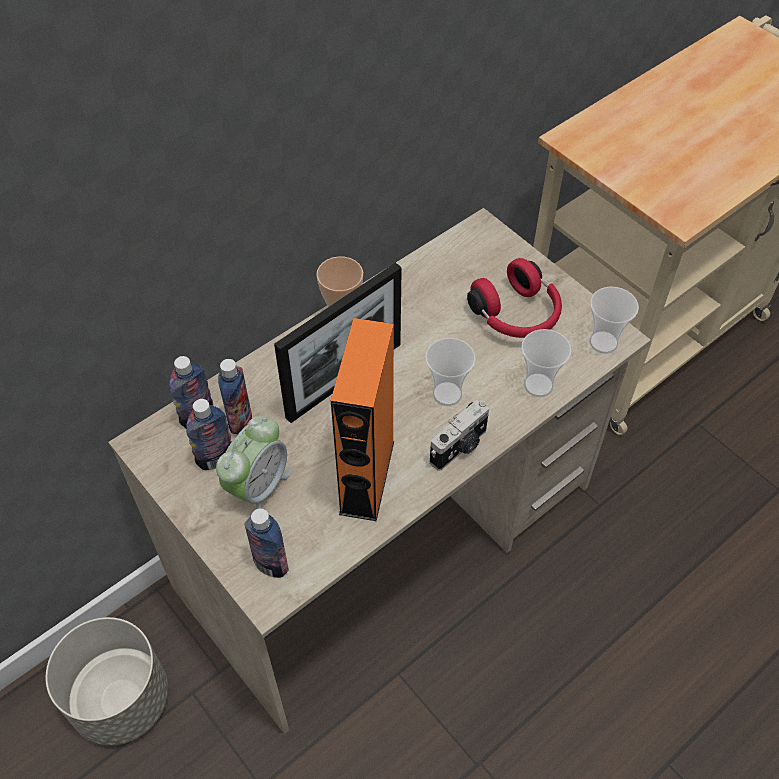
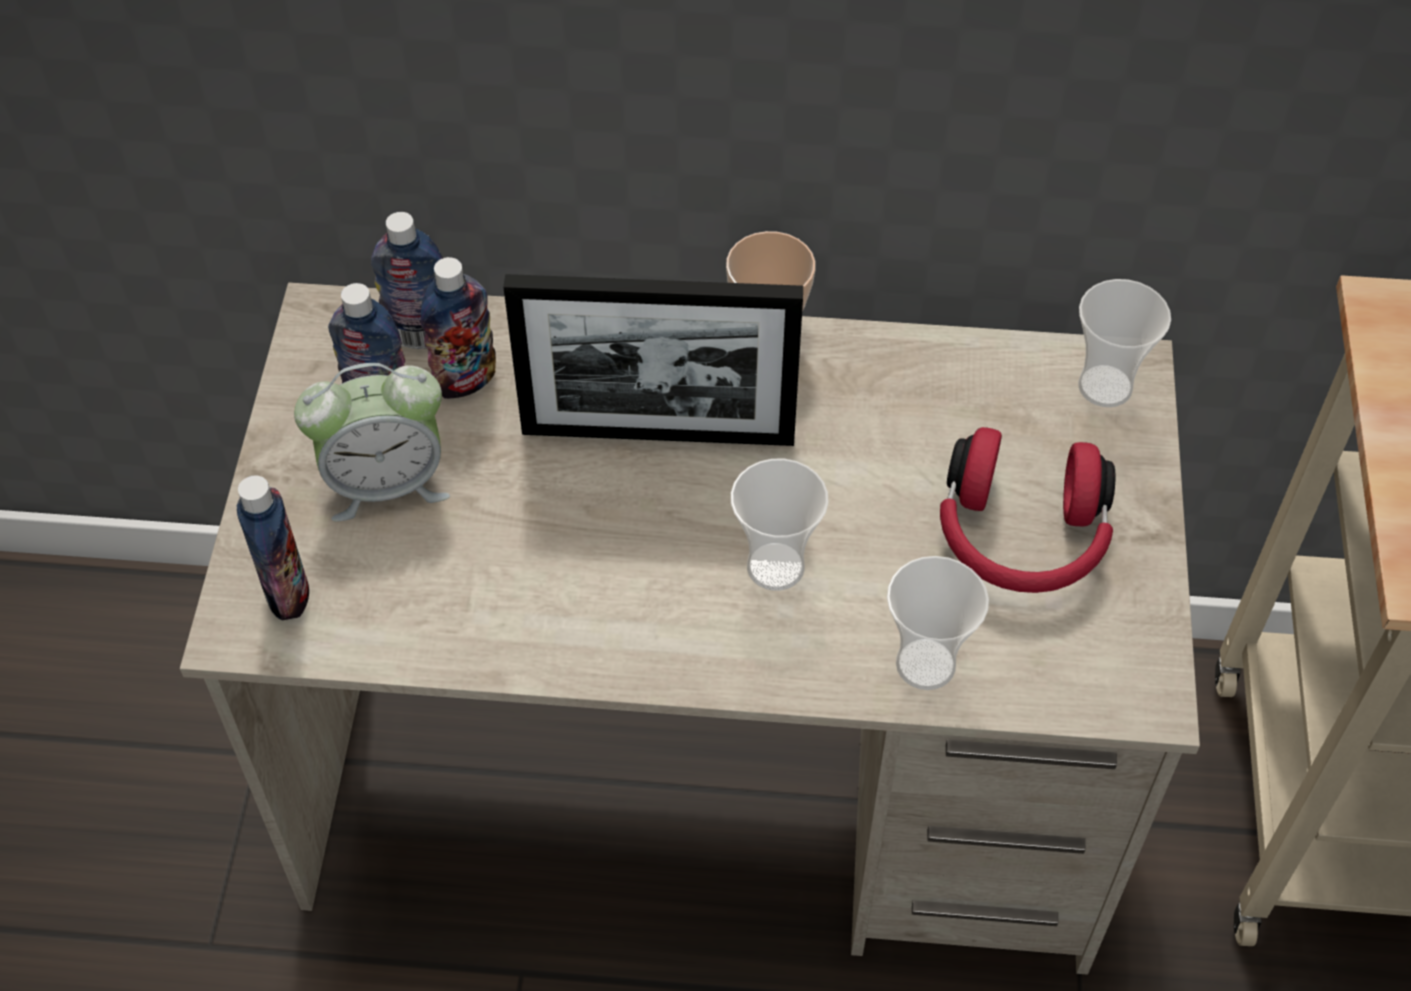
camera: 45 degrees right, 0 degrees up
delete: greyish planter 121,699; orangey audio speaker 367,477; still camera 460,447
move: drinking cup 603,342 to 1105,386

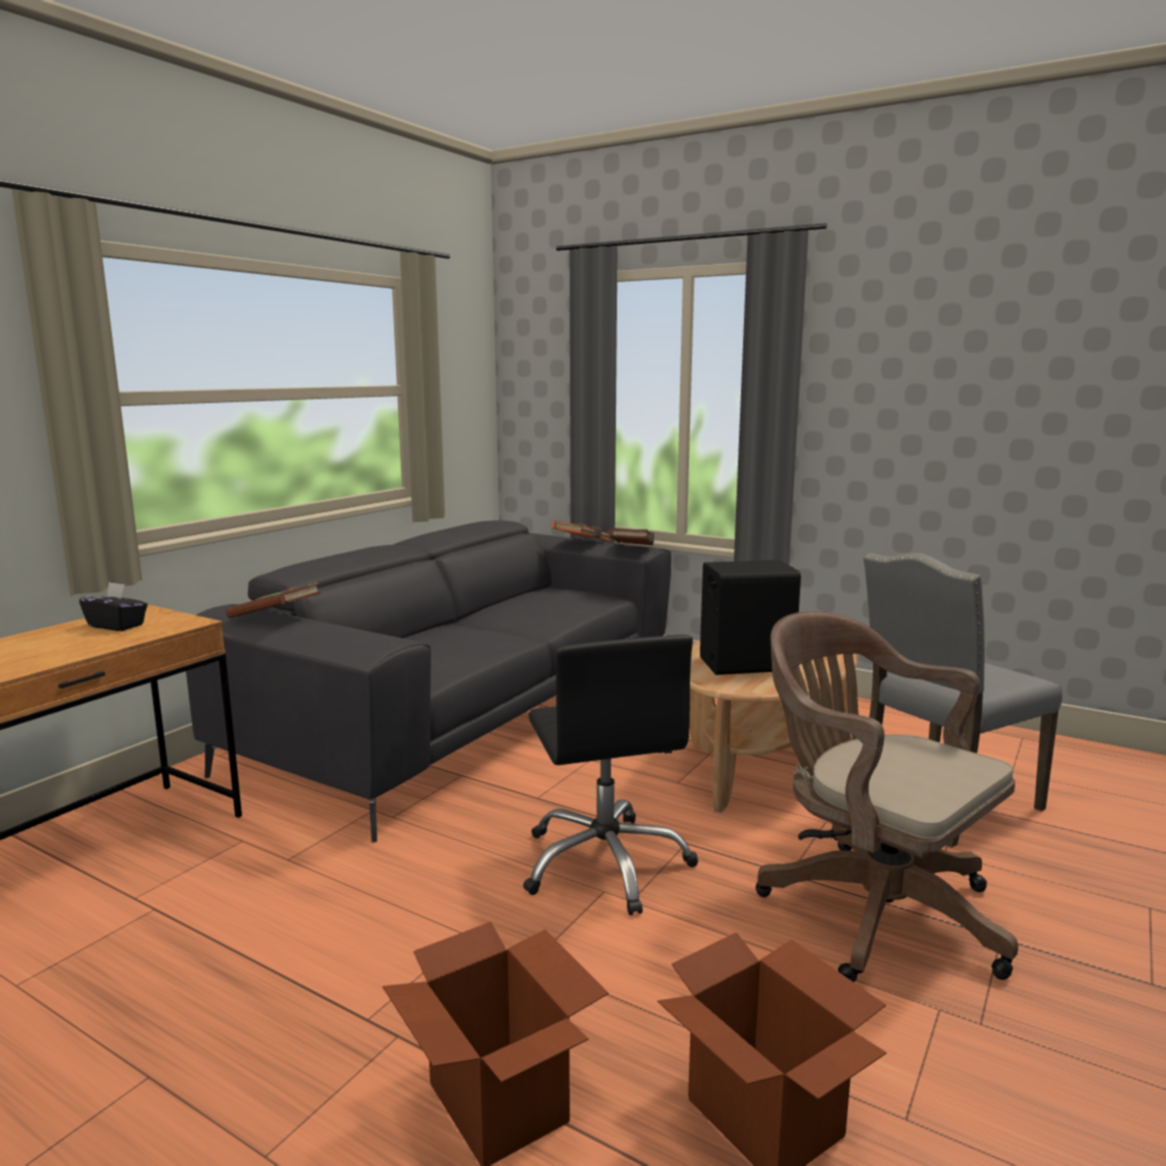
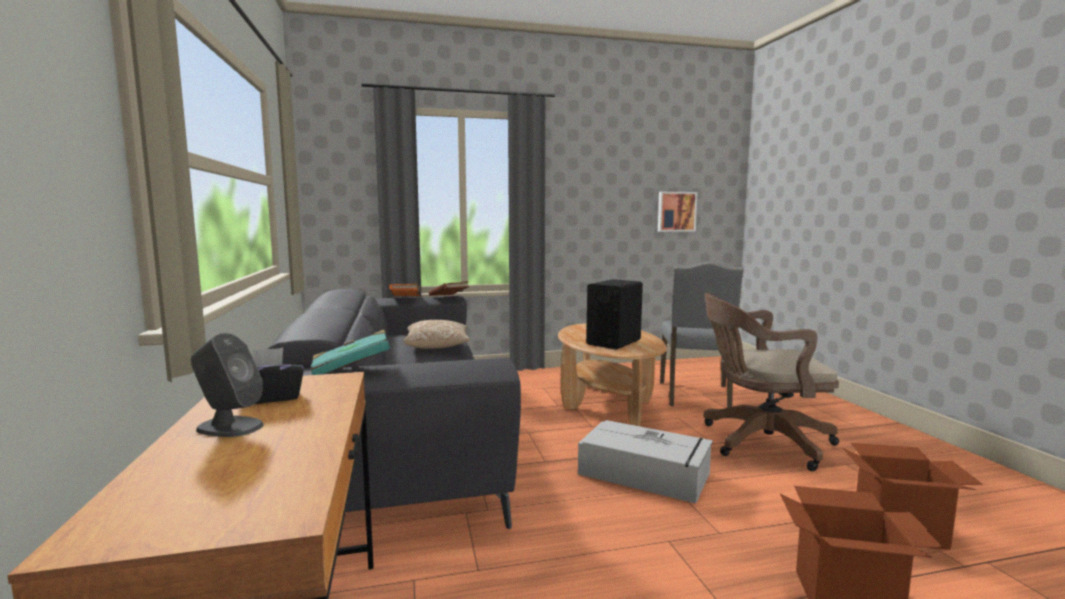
camera: 45 degrees left, 5 degrees down
insert: greyish audio speaker 229,427; cushion 437,346; wall art 676,211
replace: black-coloured desk chair 606,863 to greyish storage container 646,474
recolor: brown bound book 276,617 to turquoise-coloured bound book 351,369

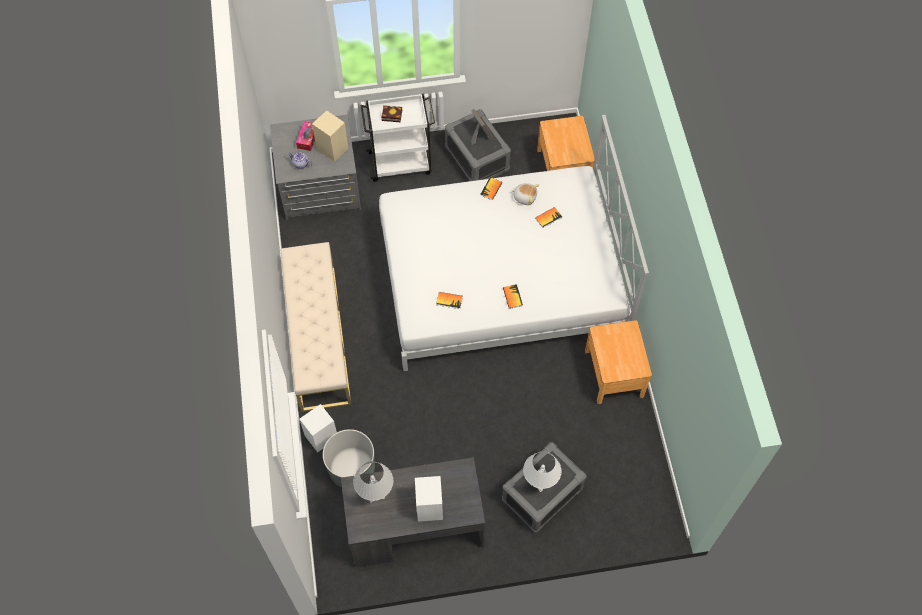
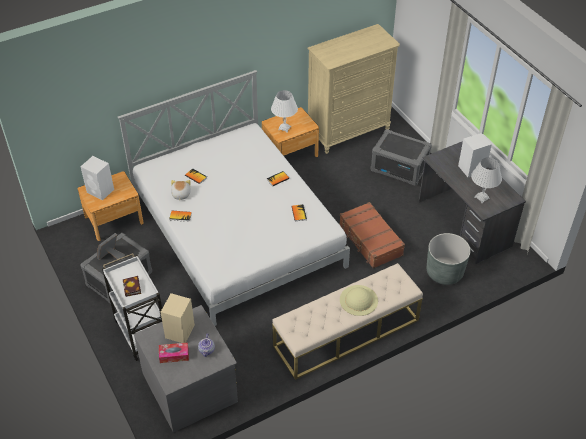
camera: 110 degrees left, 15 degrees down
insert: beige-coloured dresser 348,131; brown travel case 370,240; beige-coloured clothing hat 358,300
move: white audio speaker 320,437 to 101,191; white lamp for a table 540,482 to 284,128

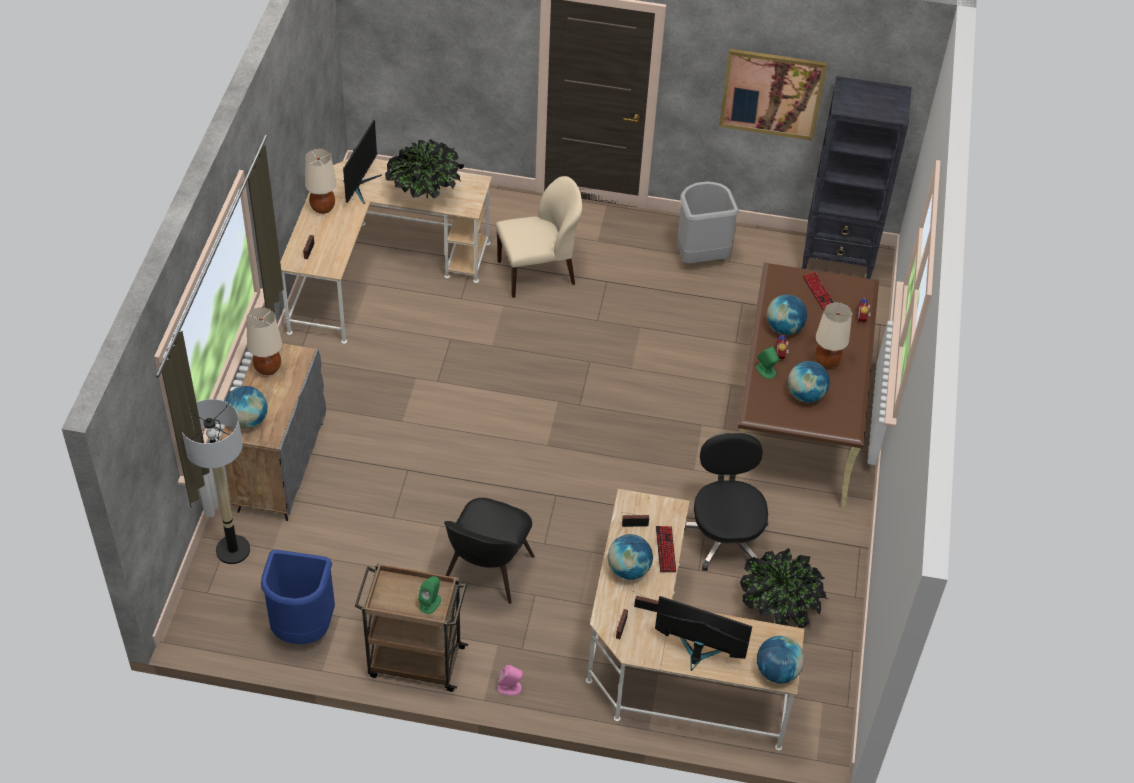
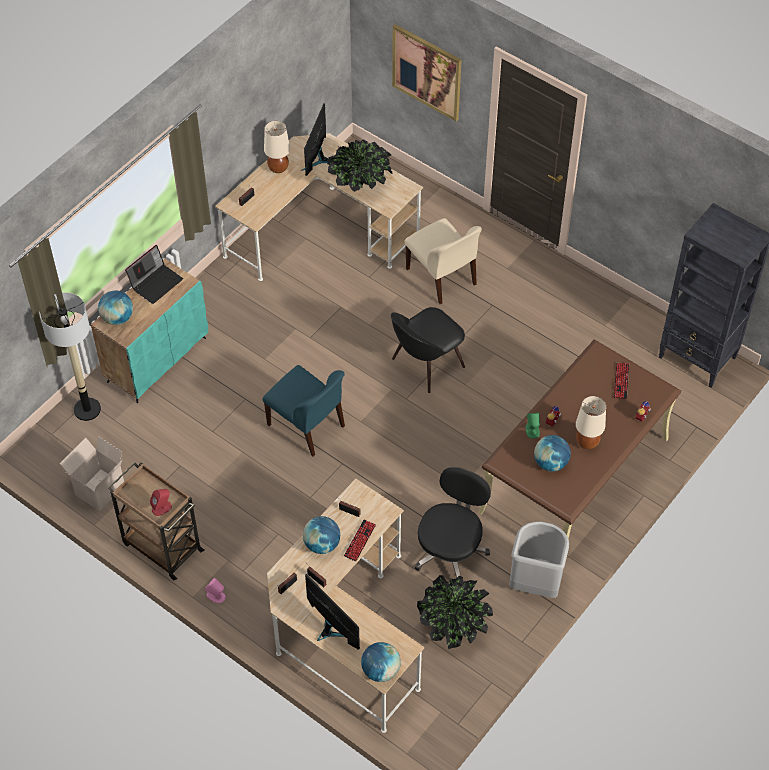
camera: 30 degrees right, 5 degrees up
delete: globe 784,328
insert: blue upright chair 307,426
move: black-coloured upright chair 487,571 to 425,364; wall art 772,93 to 427,72; greyish rubbish bin 700,257 to 535,583
replace: blue rubbish bin 302,629 to cardboard box 99,489; beige-coloured lamp for a table 267,368 to notebook computer 156,282
recolor: greyish cabinet 280,466 to turquoise-coloured cabinet 157,359; green-coloured audio speaker 430,603 to reddish audio speaker 162,508
rotate: computer screen 360,185 = 317,159 150 degrees clockwise; beige-coloured upright chair 538,272 = 442,277 45 degrees clockwise

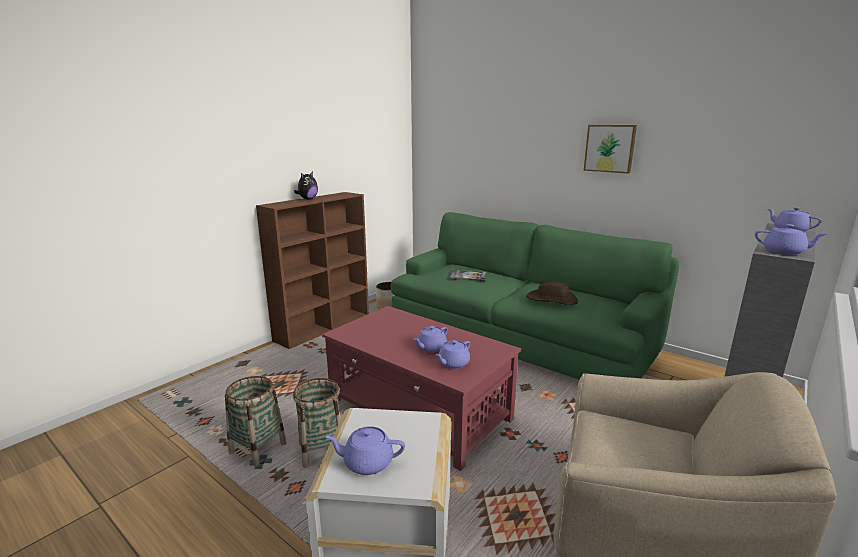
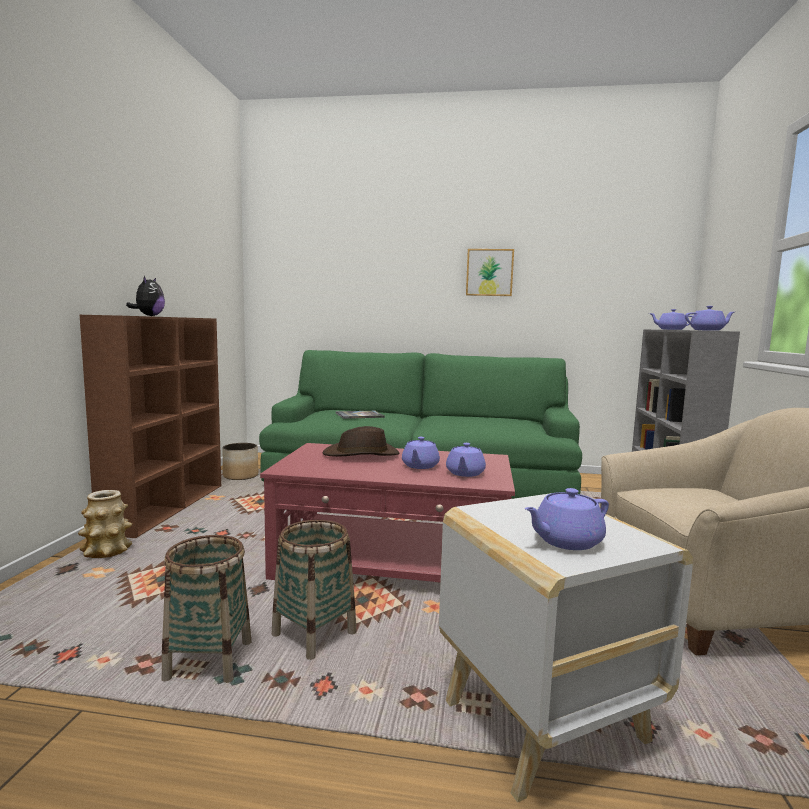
camera: 30 degrees left, 10 degrees down
insert: vase 107,553
move: brown clothing hat 552,300 to 362,454

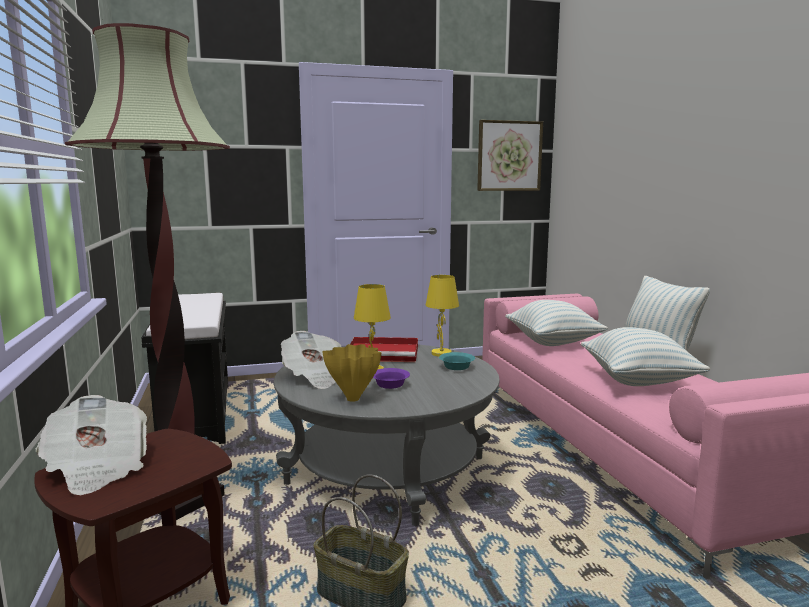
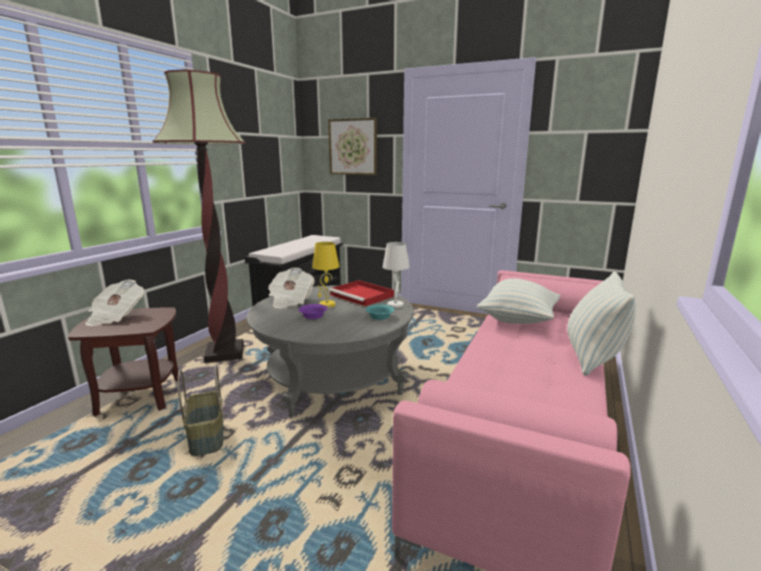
camera: 40 degrees right, 5 degrees up
delete: yellow vase 354,399; cushion 638,381
move: wall art 509,156 to 353,147
recolor: yellow lamp for a table 441,353 to white lamp for a table 395,305

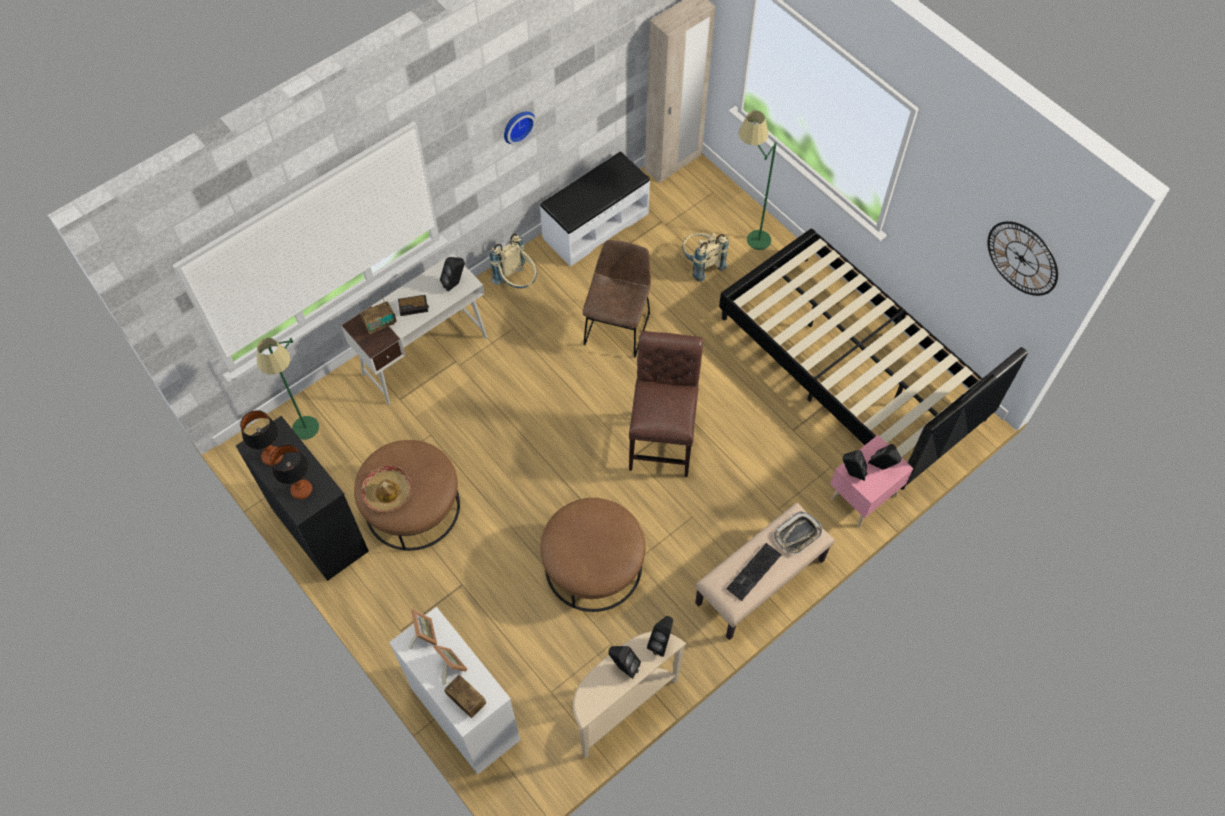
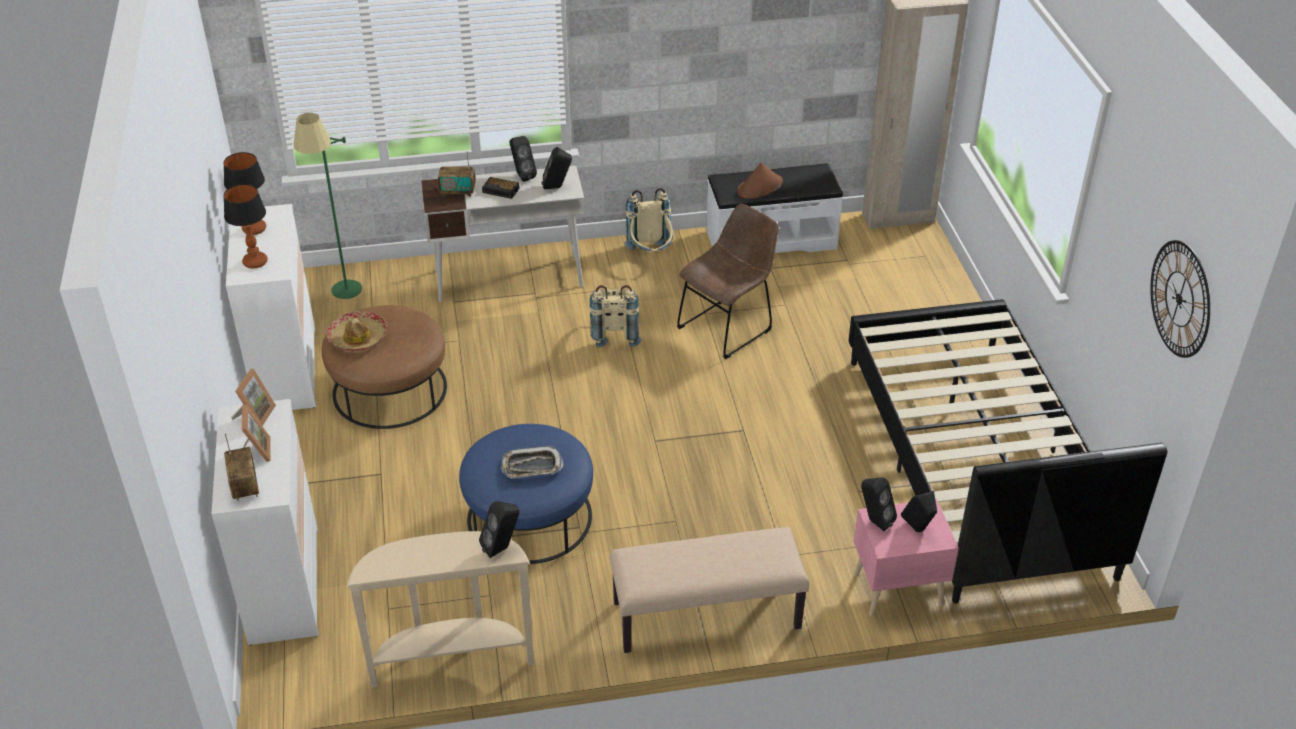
camera: 30 degrees right, 20 degrees down
delete: wall clock 517,125; brown upright chair 663,439; keyboard 754,573; green-coloured standard lamp 747,238
insert: brown clothing hat 759,187
move: carrying tray 797,535 to 531,466; black-coloured audio speaker 623,667 to 522,176; beige-coloured backpack 701,264 to 614,333
recolor: black-coloured dresser 319,529 to white dresser 287,371; brown ottoman 593,565 to blue ottoman 529,517

